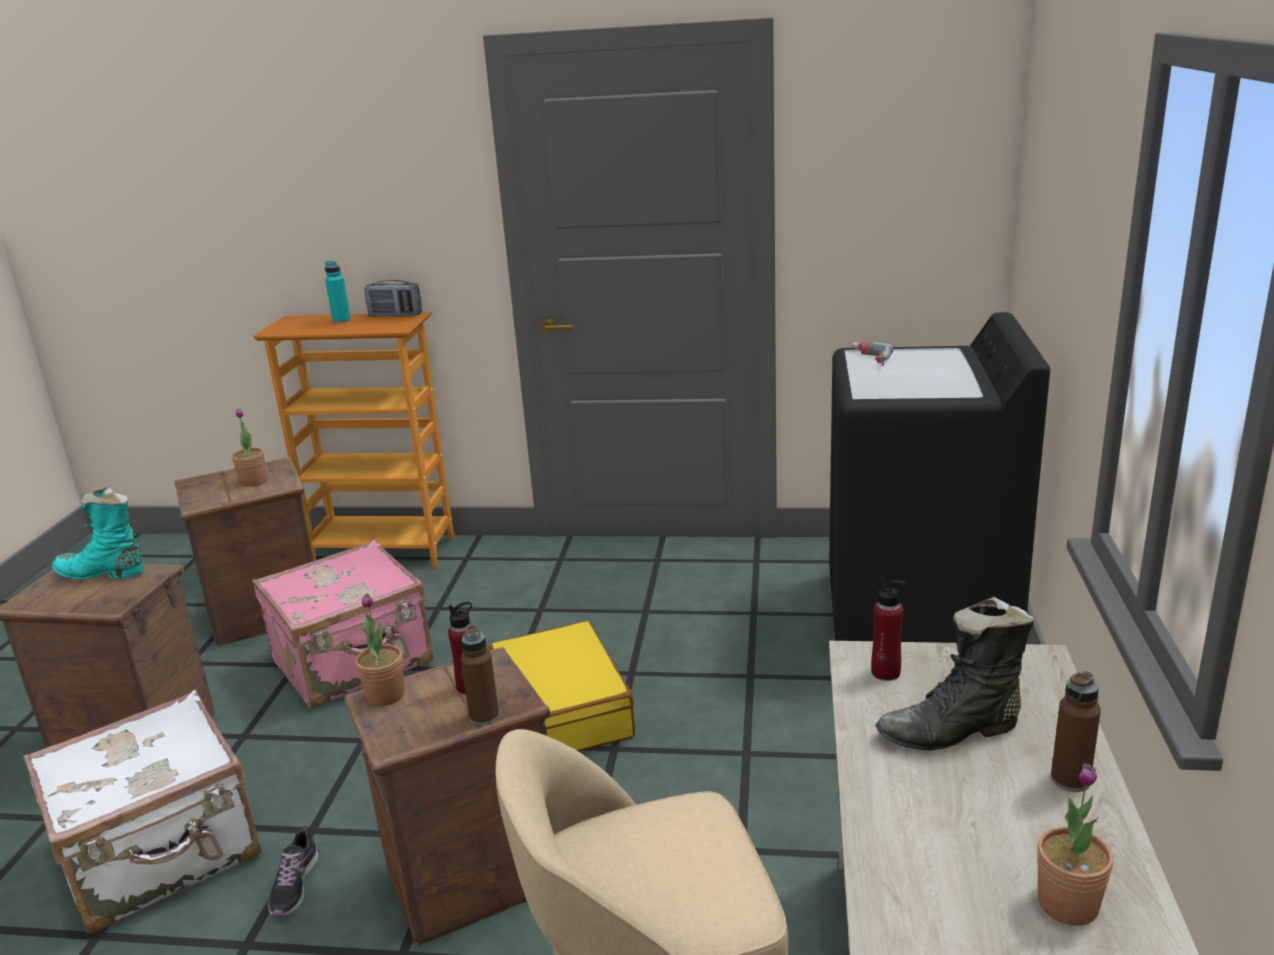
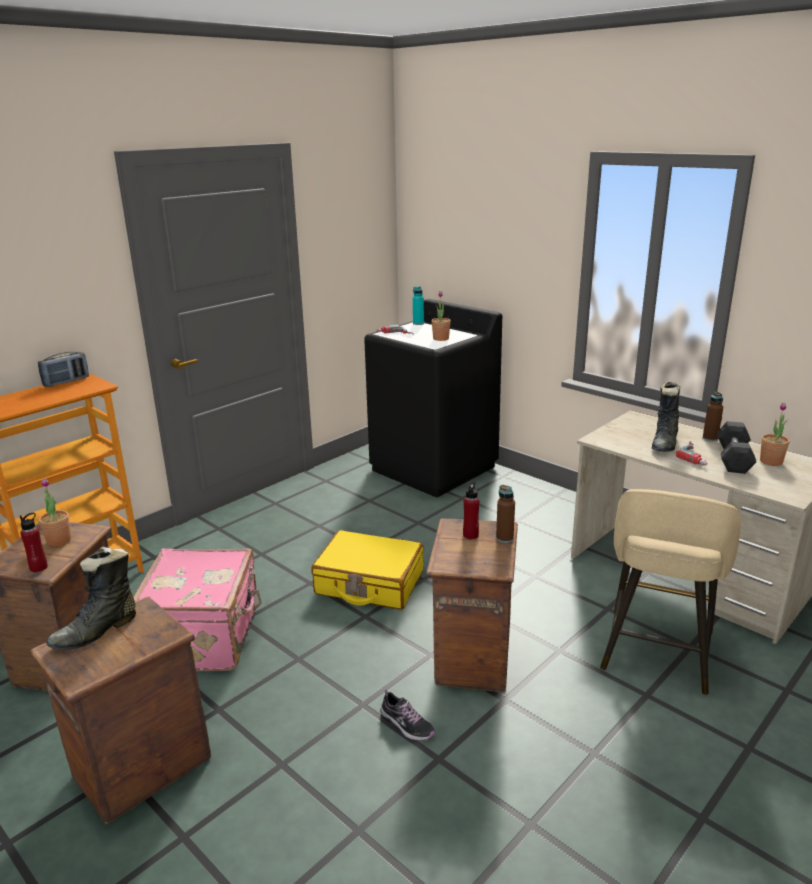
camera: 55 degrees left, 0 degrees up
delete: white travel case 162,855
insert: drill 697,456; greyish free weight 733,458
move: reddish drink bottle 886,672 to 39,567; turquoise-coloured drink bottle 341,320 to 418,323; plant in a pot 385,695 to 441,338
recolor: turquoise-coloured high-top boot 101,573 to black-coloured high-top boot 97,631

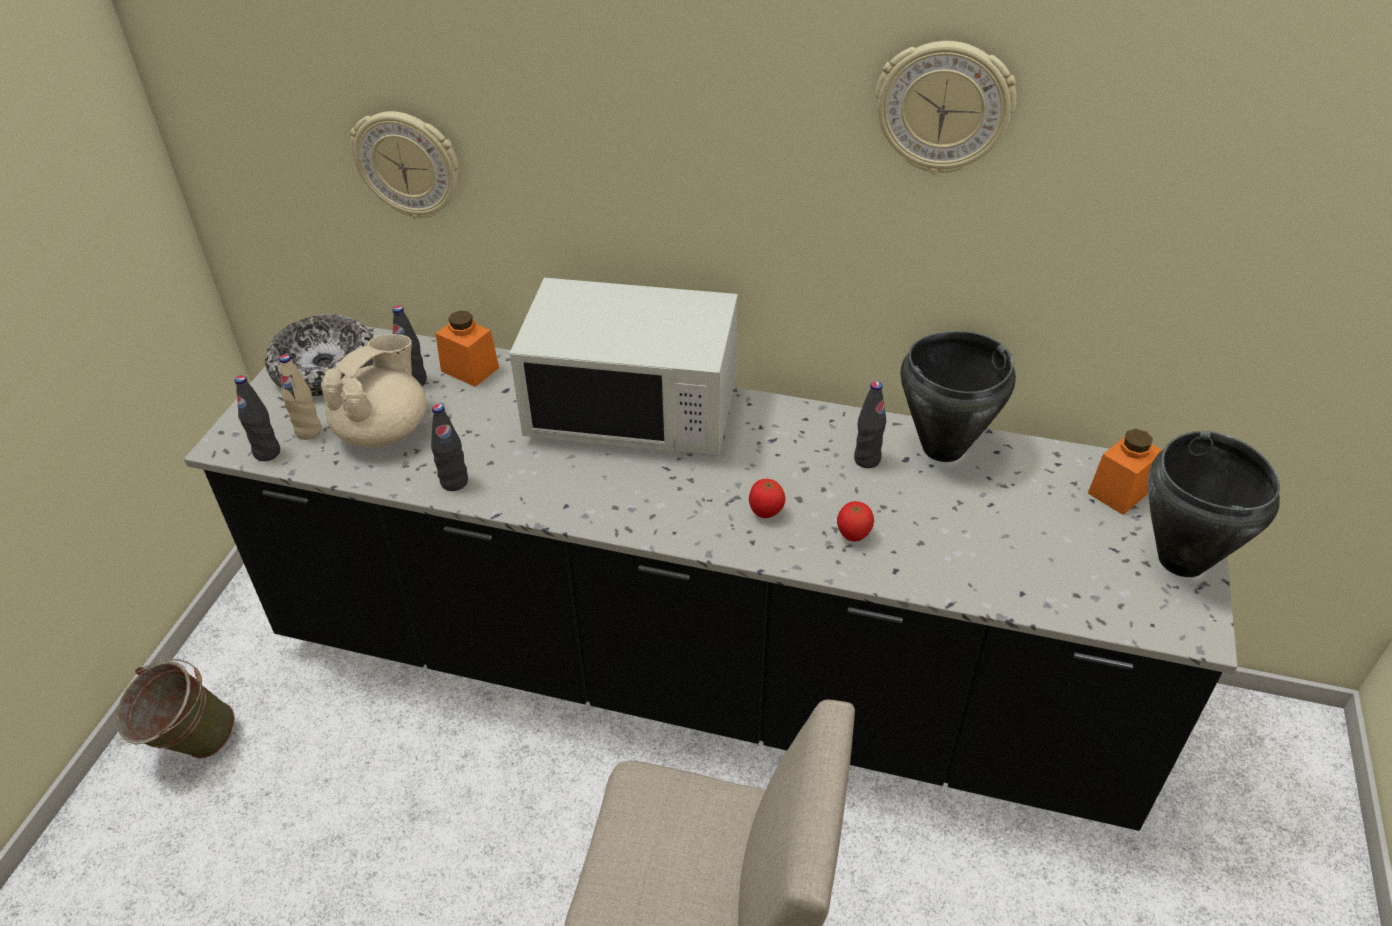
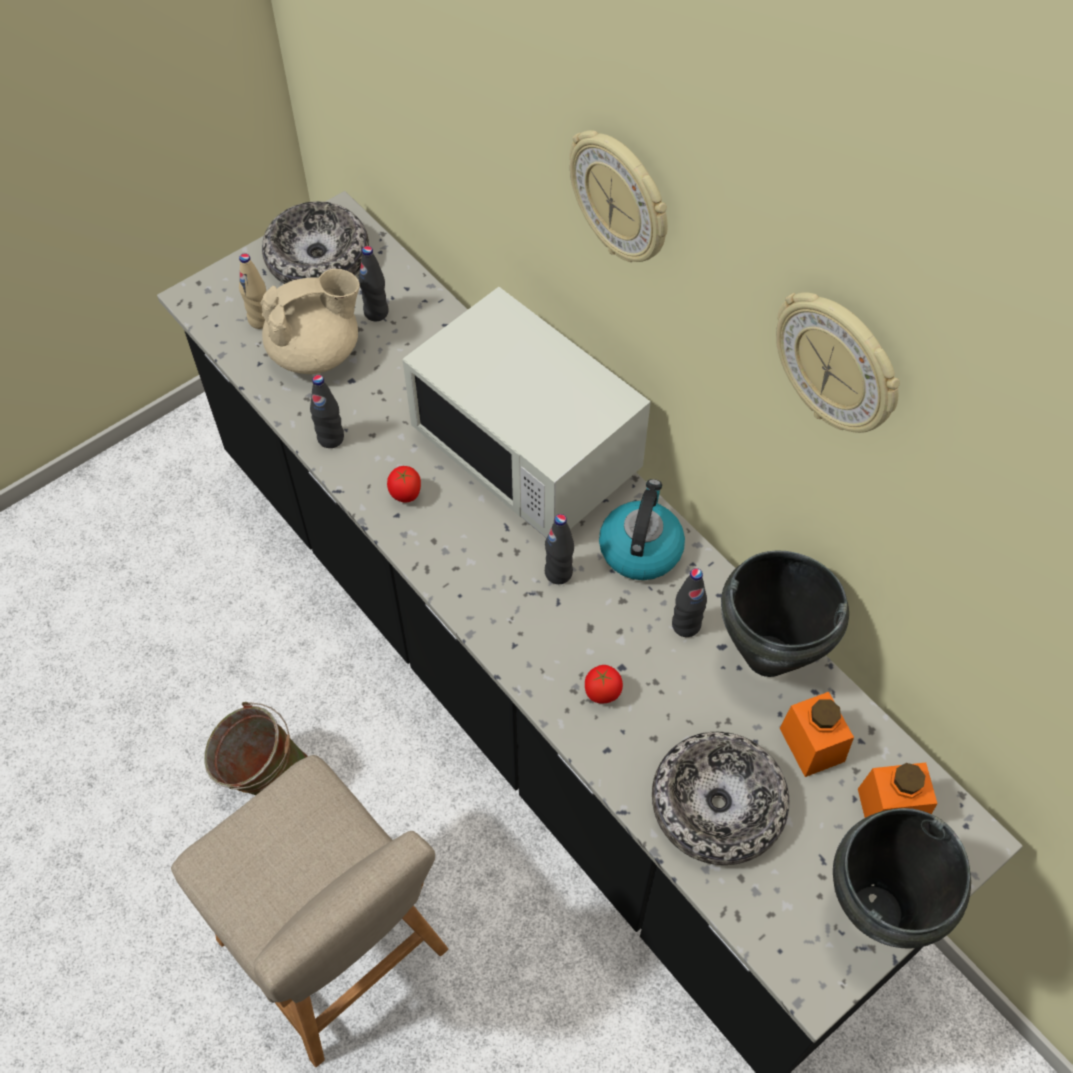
camera: 35 degrees right, 15 degrees up
insert: kettle 640,548; bowl 717,805
move: green-coloured bucket 190,746 to 265,779; tomato 765,513 to 405,495; black-coloured drink bottle 267,453 to 558,573; wall clock 408,164 to 621,198; orangey jar 470,369 to 811,744

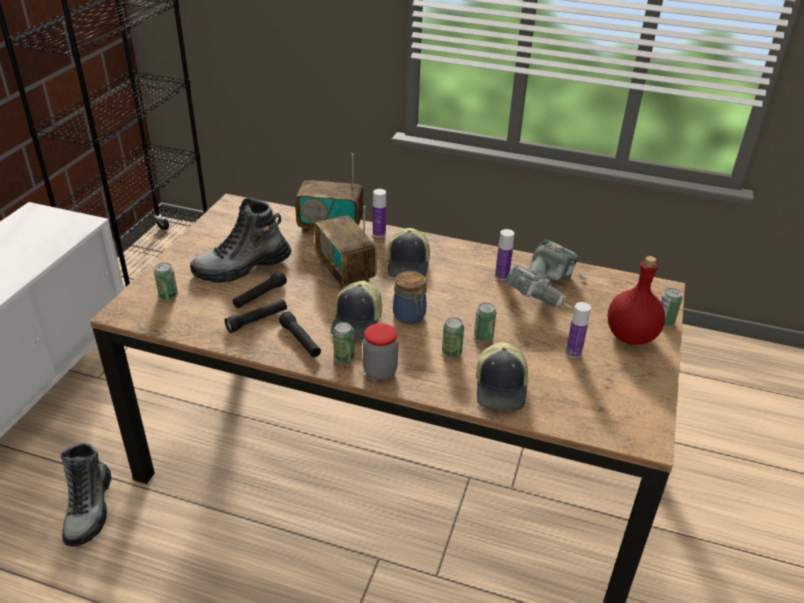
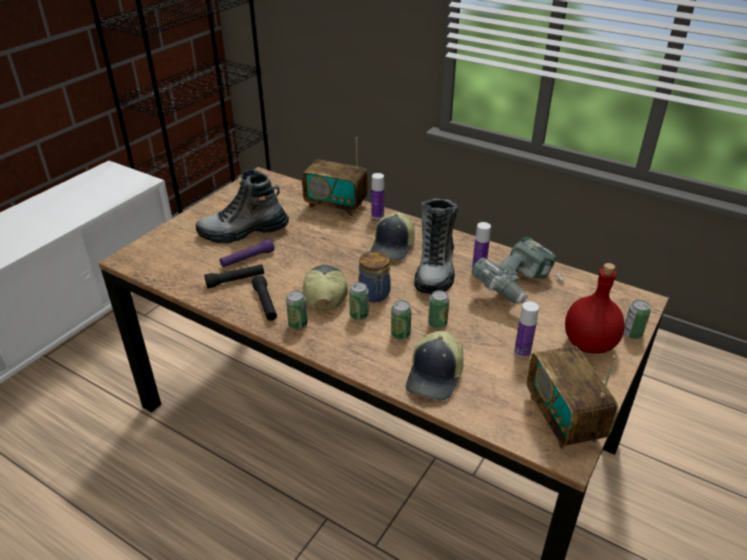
camera: 15 degrees right, 0 degrees up
delete: jar 380,371
move: can 168,296 to 359,315; high-top boot 89,509 to 435,269; radio receiver 345,272 to 563,418
recolor: black-coloured flashlight 260,296 to purplish flashlight 247,259
rotate: peaked cap 358,321 = 324,293 150 degrees clockwise

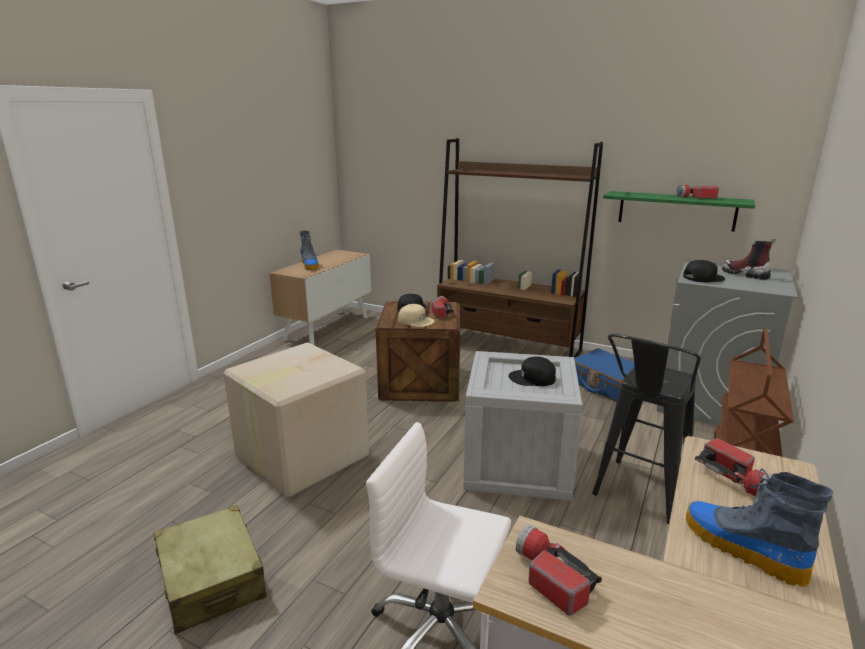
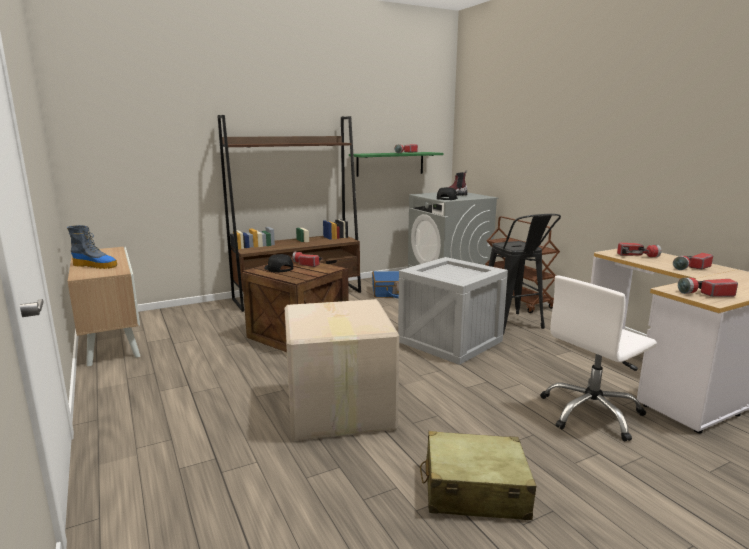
camera: 55 degrees left, 5 degrees down
delete: beige-coloured peaked cap 416,321; black-coloured peaked cap 532,378
replace: high-top boot 740,548 to flashlight 691,268

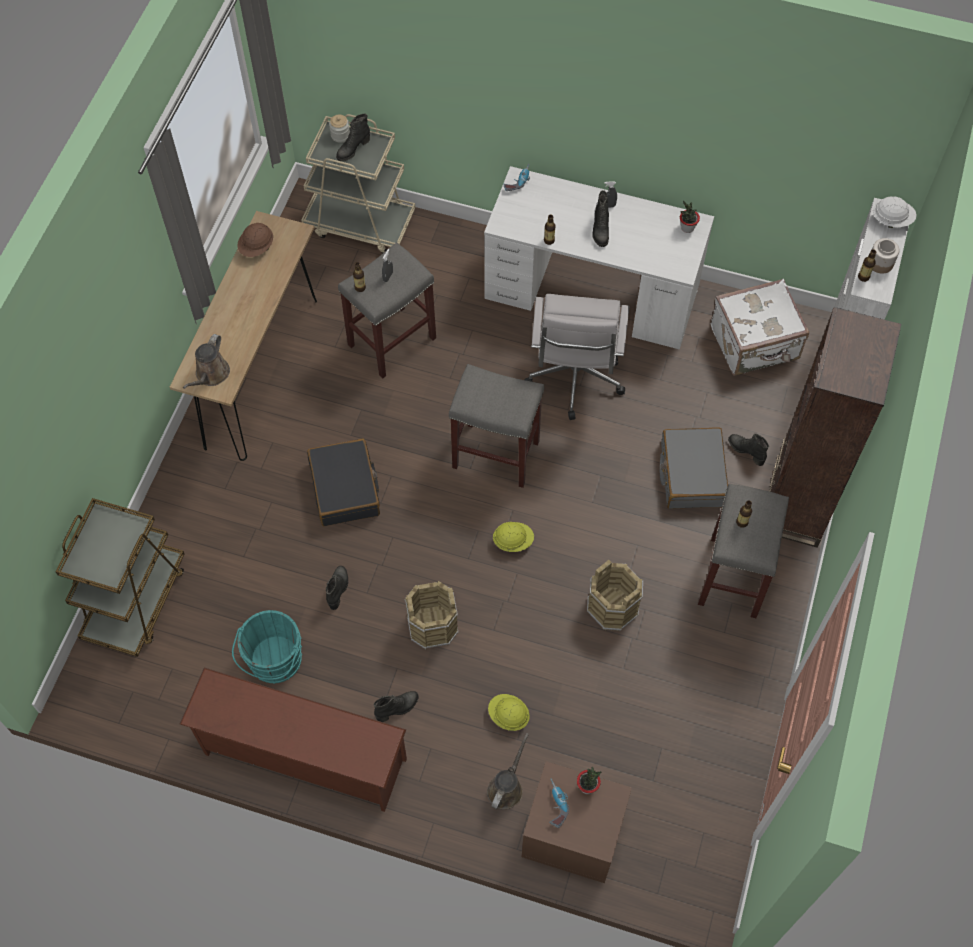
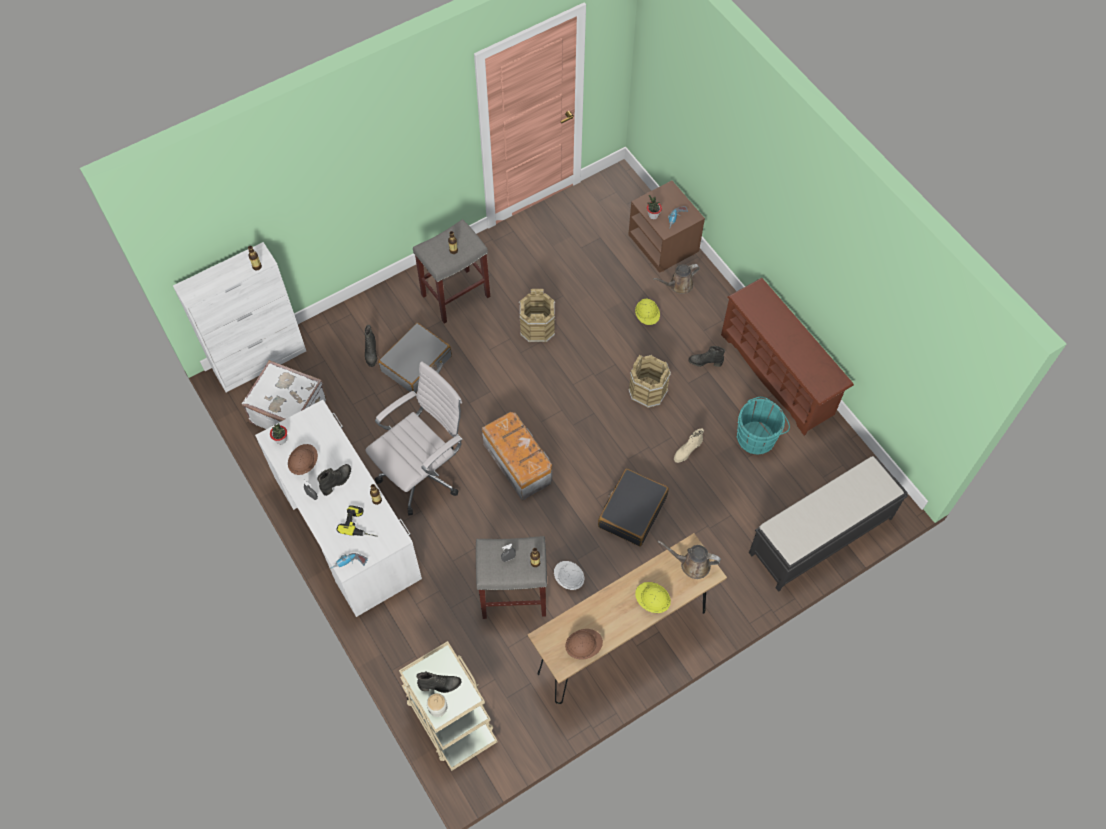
camera: 140 degrees left, 0 degrees up
delete: brown bookcase 796,503; jar 880,263
insert: brown hard hat 304,463; drill 360,524
move: white hard hat 891,220 to 568,578; yellow hard hat 513,541 to 652,601
replace: greyish stool seat 497,454 to storage container 517,462; brown wheeled cart 135,600 to black-coloured bench 819,536
recolor: black-coloured high-top boot 338,589 to beige-coloured high-top boot 687,451
rotate: brown sprinkling can 211,375 = 692,564 135 degrees counterclockwise

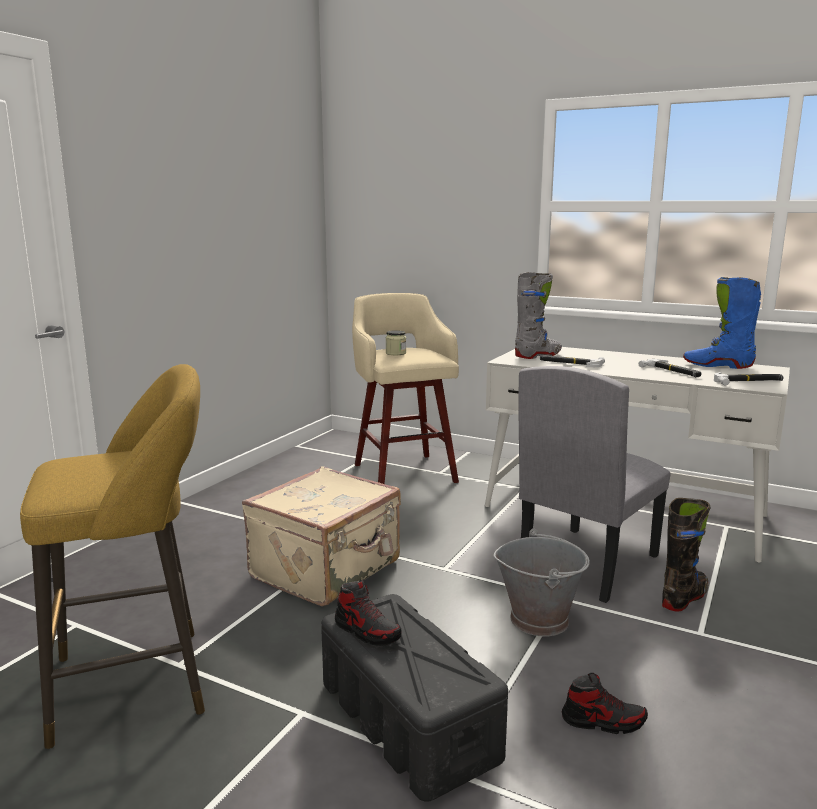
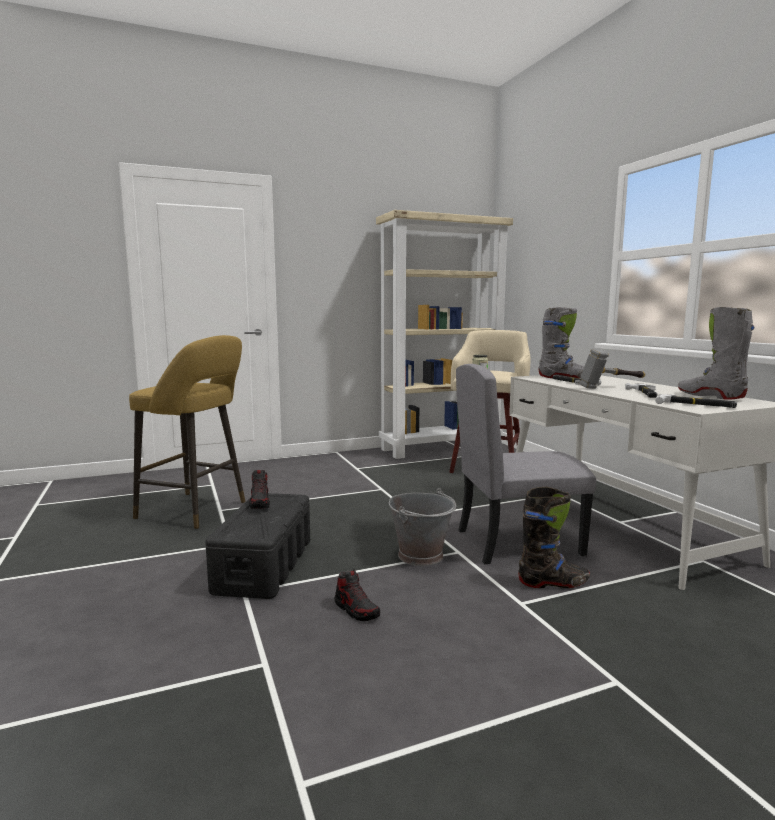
camera: 40 degrees right, 5 degrees down
delete: beige-coloured travel case 328,570
insert: beige-coloured bookcase 441,448; tool hammer 612,387
recolor: blue high-top boot 717,365 to greyish high-top boot 710,396

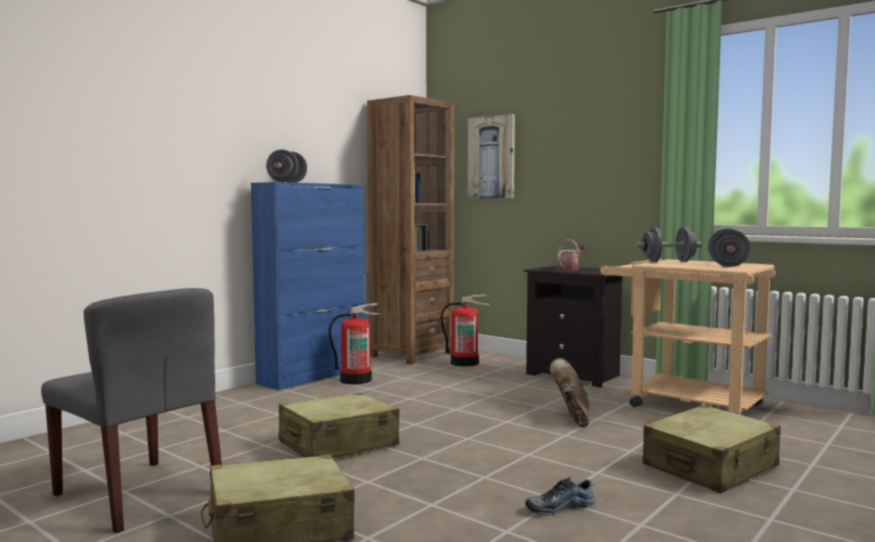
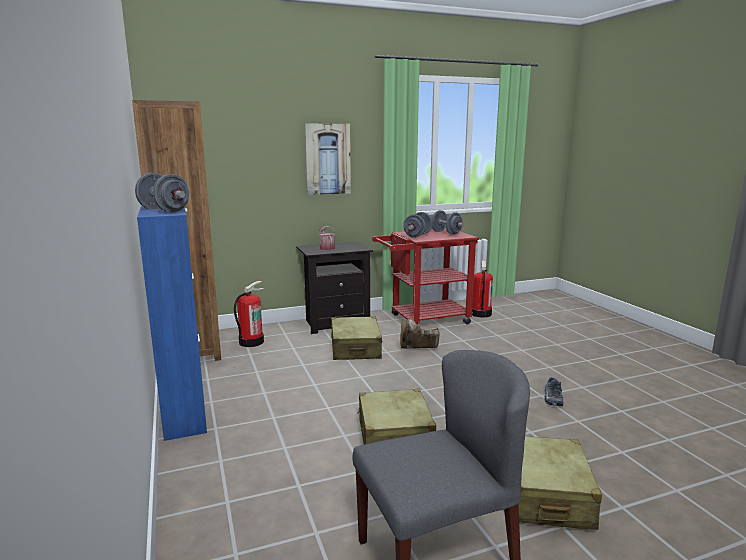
camera: 60 degrees left, 10 degrees up
move: wall art 492,157 to 327,159; beige-coloured travel case 710,467 to 355,348; extinguisher 356,380 to 480,313
recolor: beige-coloured wheeled cart 683,403 to reddish wheeled cart 423,320
rotate: brown high-top boot 572,417 = 417,351 45 degrees counterclockwise

